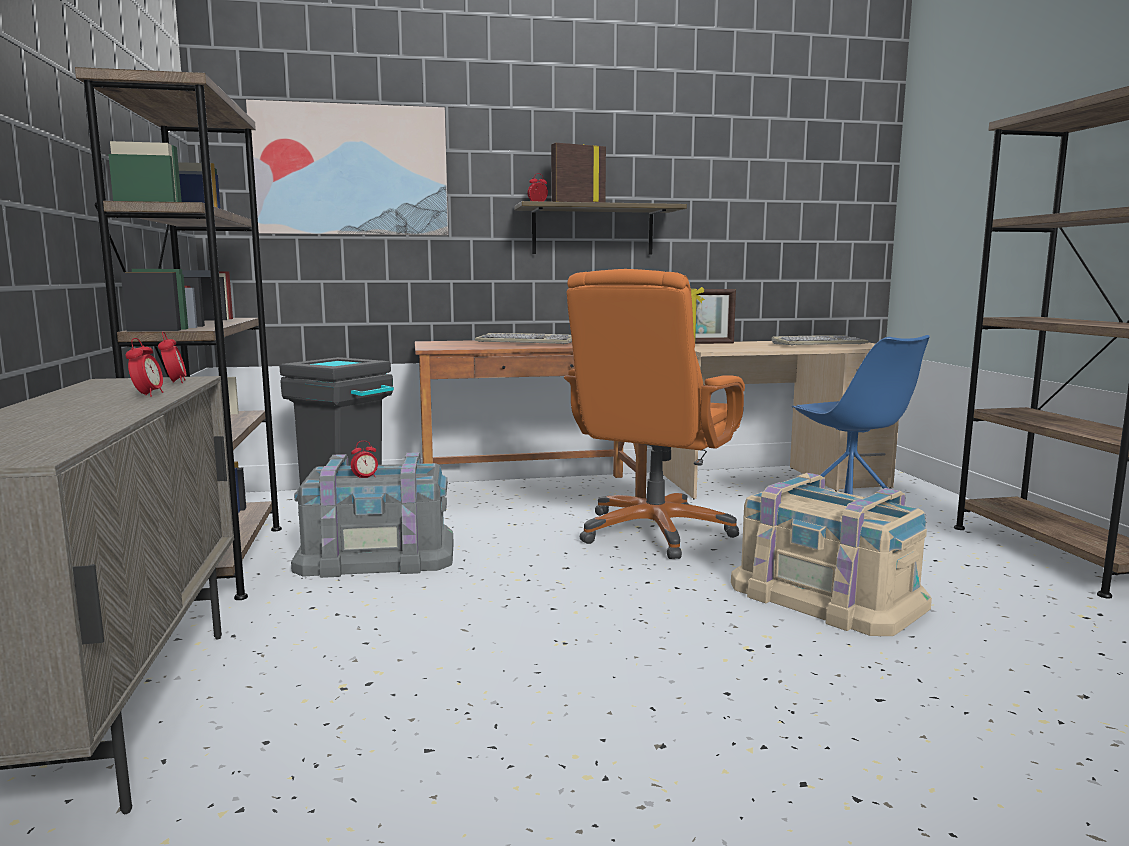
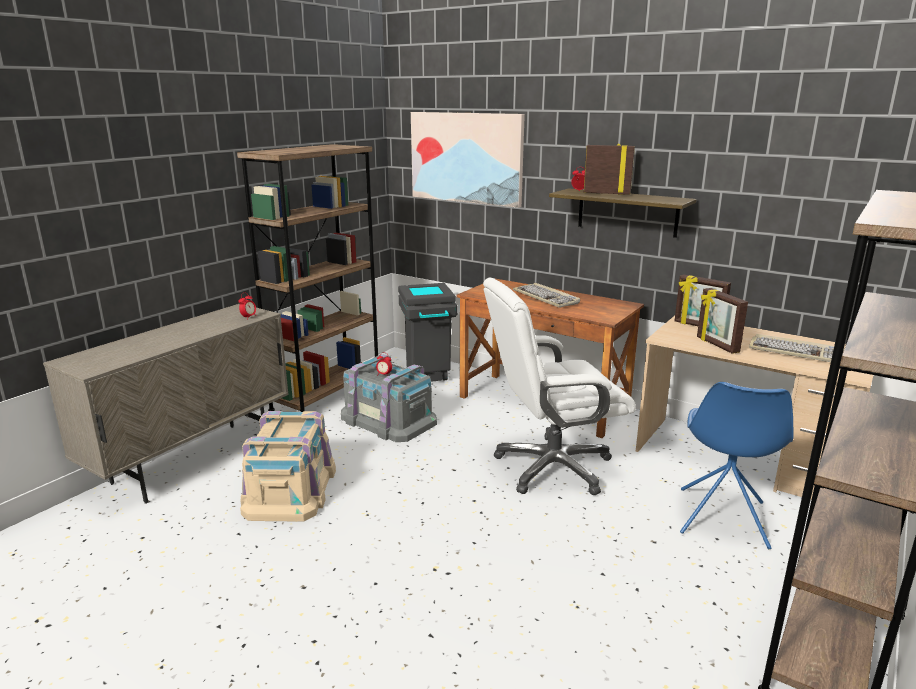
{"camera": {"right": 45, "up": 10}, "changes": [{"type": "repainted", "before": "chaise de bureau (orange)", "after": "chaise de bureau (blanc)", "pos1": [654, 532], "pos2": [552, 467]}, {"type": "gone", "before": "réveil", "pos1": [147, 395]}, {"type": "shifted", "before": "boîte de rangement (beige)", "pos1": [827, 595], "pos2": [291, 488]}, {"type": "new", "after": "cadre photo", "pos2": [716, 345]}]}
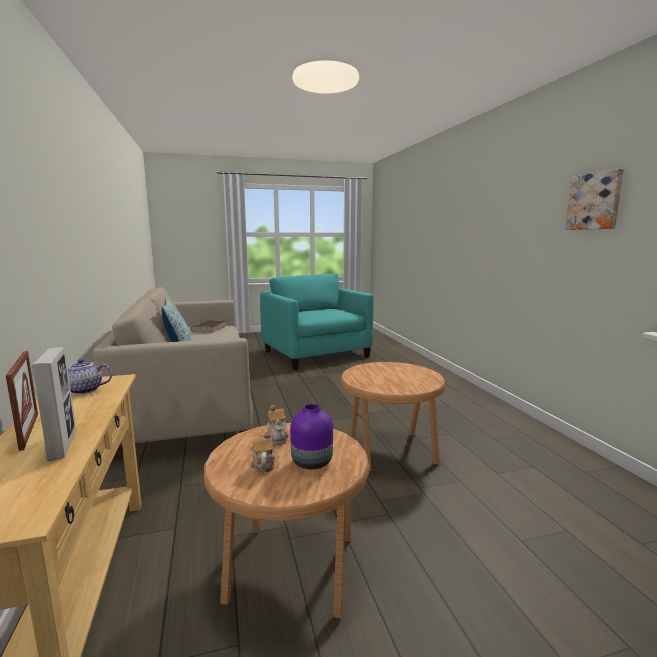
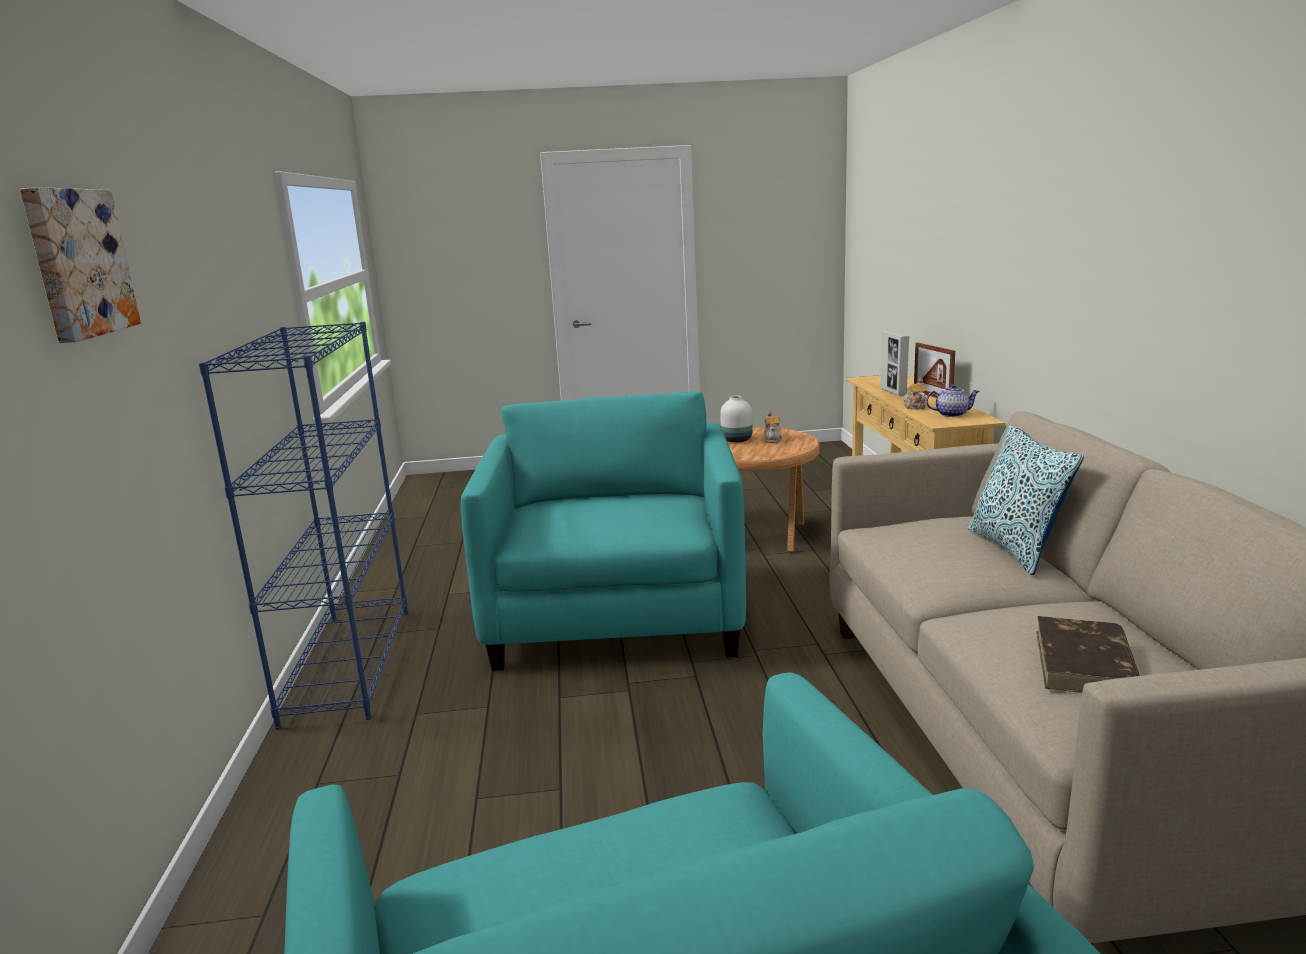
{"camera": {"right": -170, "up": 5}, "changes": [{"type": "shifted", "before": "tableau", "pos1": [595, 201], "pos2": [77, 263]}, {"type": "swapped", "before": "table d'appoint (marron)", "after": "fauteuil (turquoise)", "pos1": [389, 451], "pos2": [616, 617]}, {"type": "repainted", "before": "vase (violet)", "after": "vase (blanc)", "pos1": [311, 462], "pos2": [737, 440]}, {"type": "shifted", "before": "théière", "pos1": [277, 437], "pos2": [914, 406]}, {"type": "new", "after": "bibliothèque (bleu)", "pos2": [348, 663]}]}
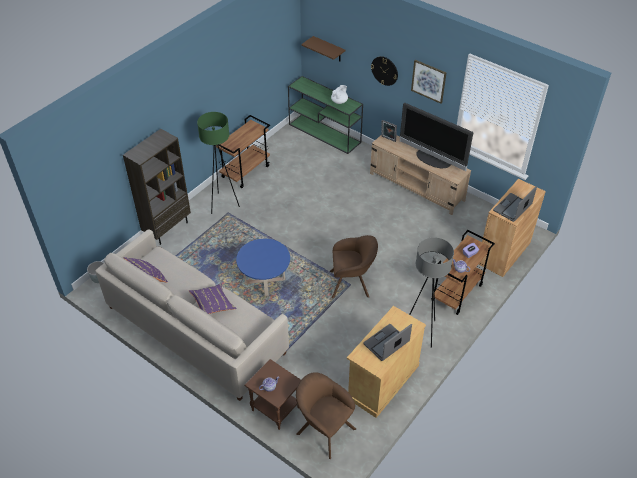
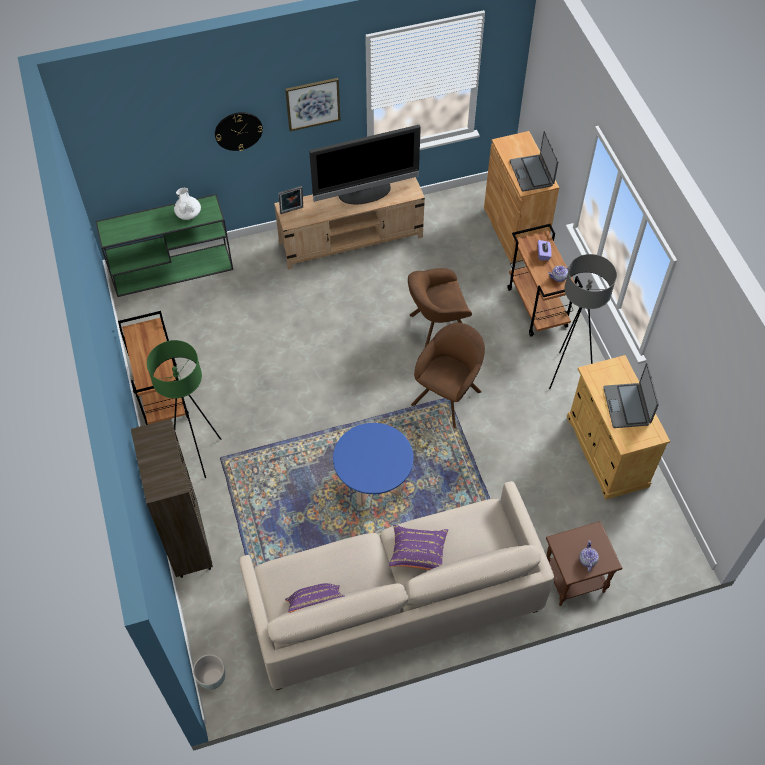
{"camera": {"right": -55, "up": 10}, "changes": [{"type": "gone", "before": "étagère (marron)", "pos1": [329, 49]}, {"type": "shifted", "before": "fauteuil (marron)", "pos1": [323, 429], "pos2": [436, 328]}]}
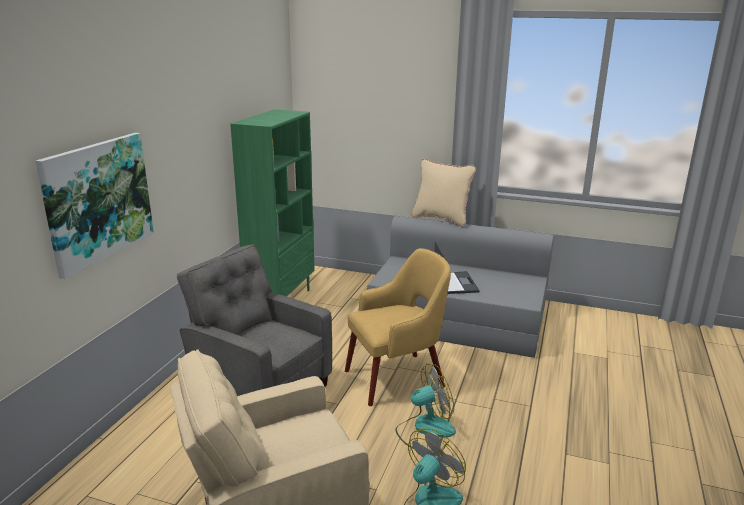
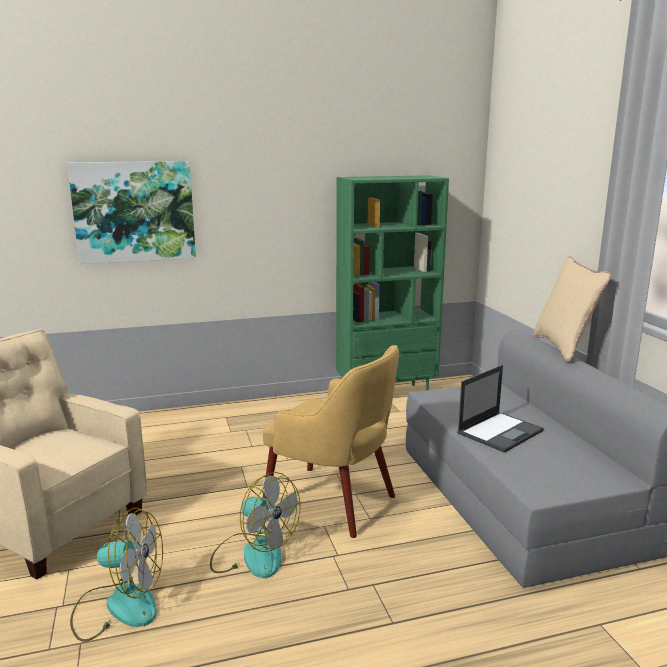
{"camera": {"right": 55, "up": -5}, "changes": [{"type": "gone", "before": "fauteuil (gris)", "pos1": [260, 389]}]}
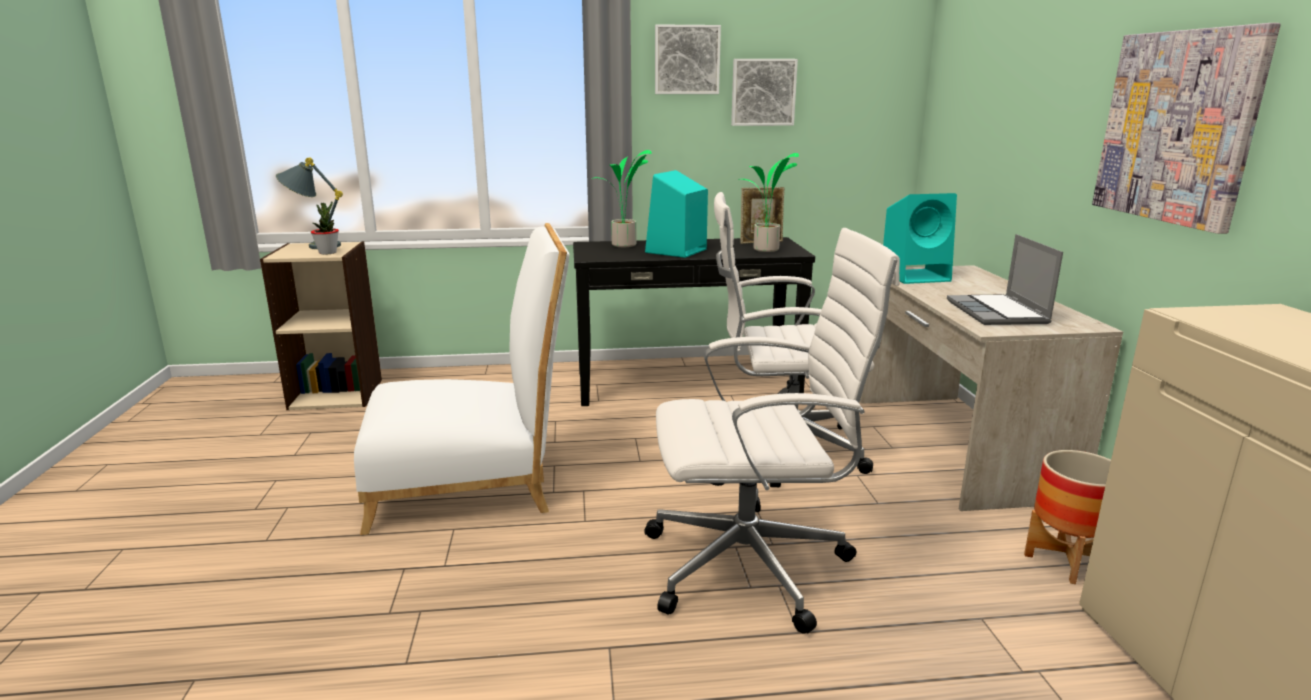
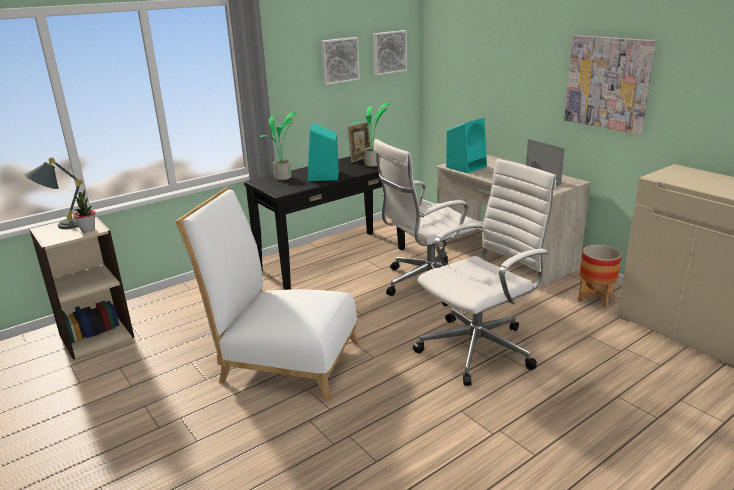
{"camera": {"right": -30, "up": 5}, "changes": [{"type": "shifted", "before": "tableau", "pos1": [686, 60], "pos2": [388, 52]}, {"type": "rotated", "before": "chaise (blanc)", "pos1": [473, 483], "pos2": [283, 360], "turn": -120}]}
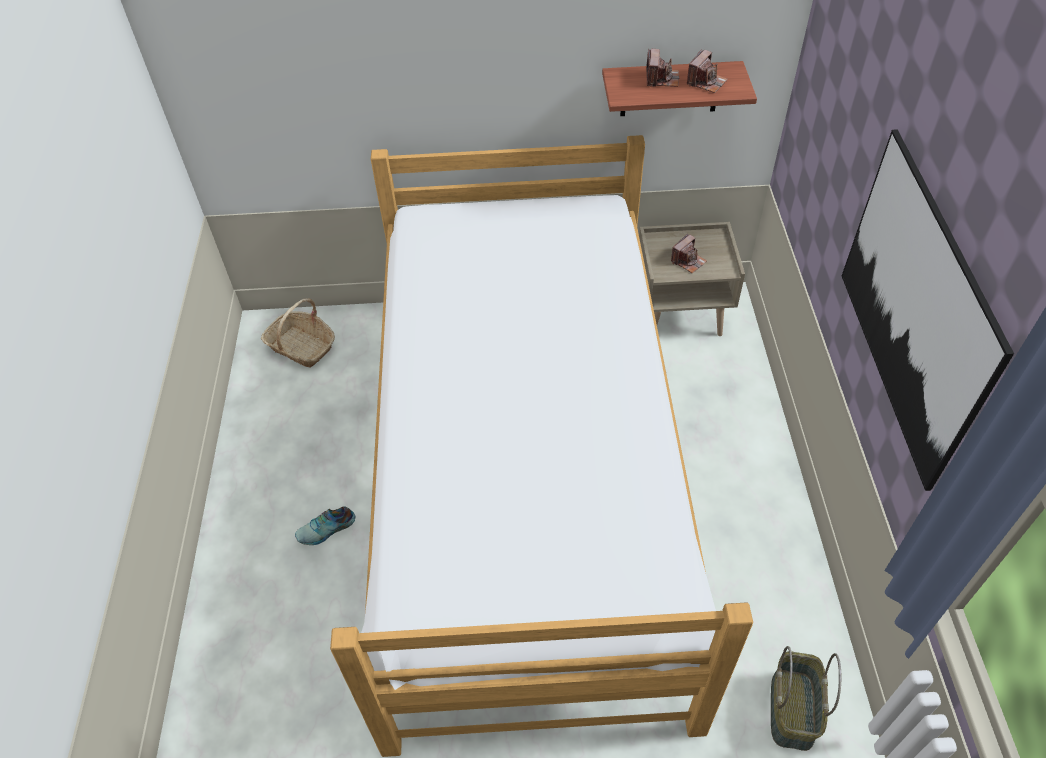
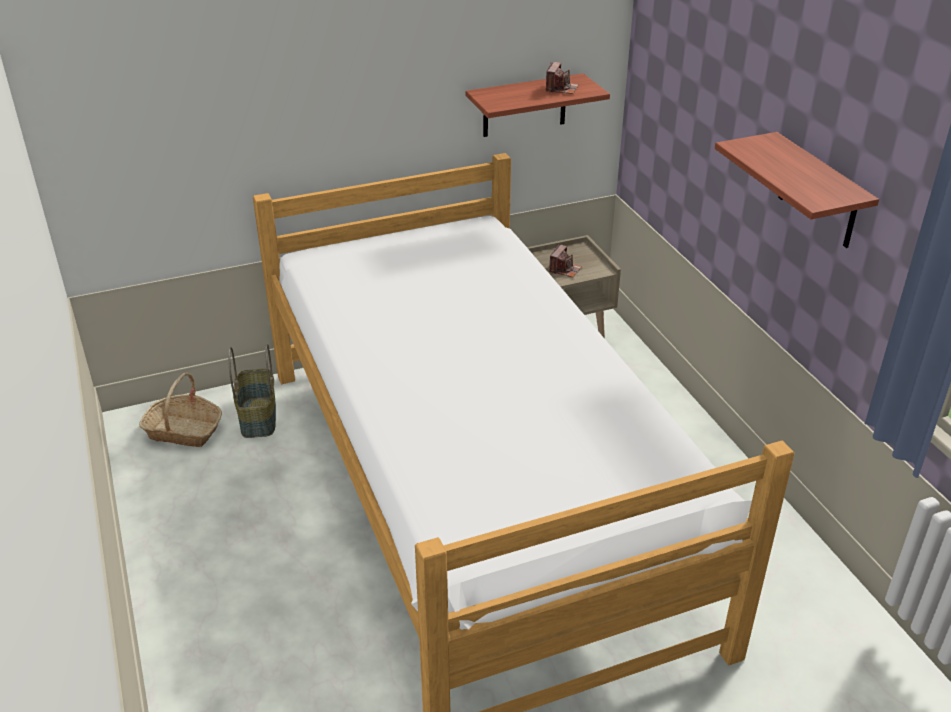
{"camera": {"right": -20, "up": -15}, "changes": [{"type": "gone", "before": "appareil photo", "pos1": [661, 79]}, {"type": "swapped", "before": "tableau", "after": "étagère", "pos1": [914, 307], "pos2": [818, 192]}, {"type": "gone", "before": "chaussure", "pos1": [327, 530]}, {"type": "shifted", "before": "panier", "pos1": [793, 710], "pos2": [259, 418]}]}
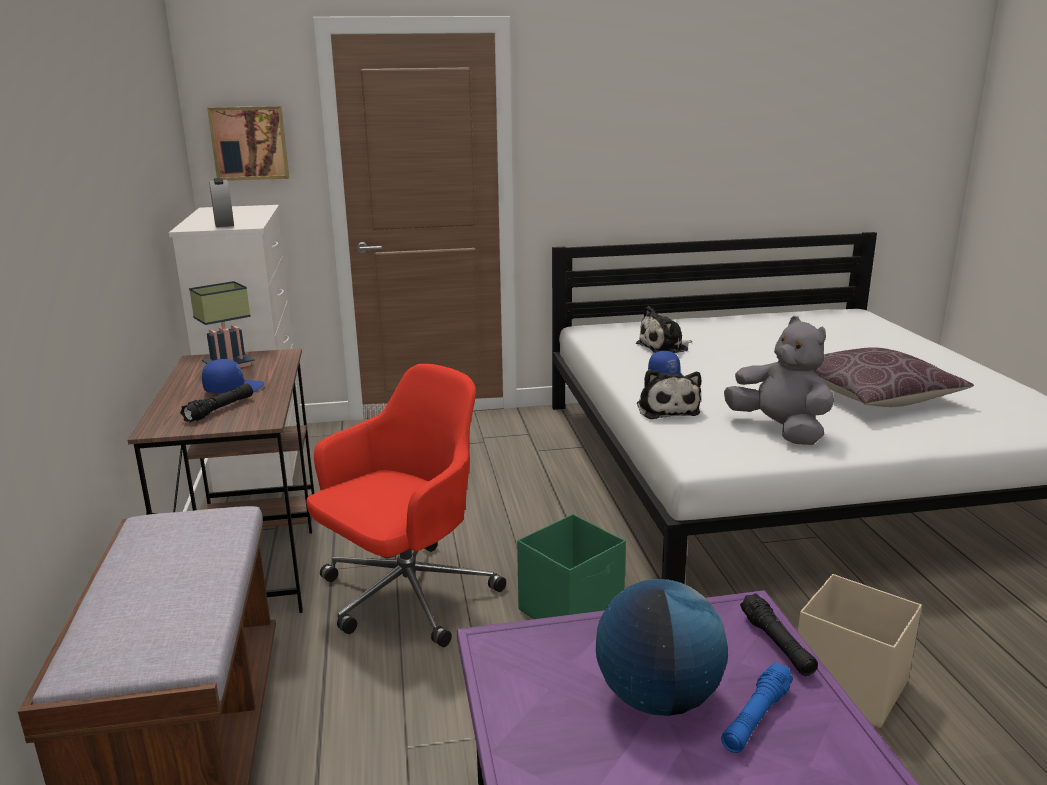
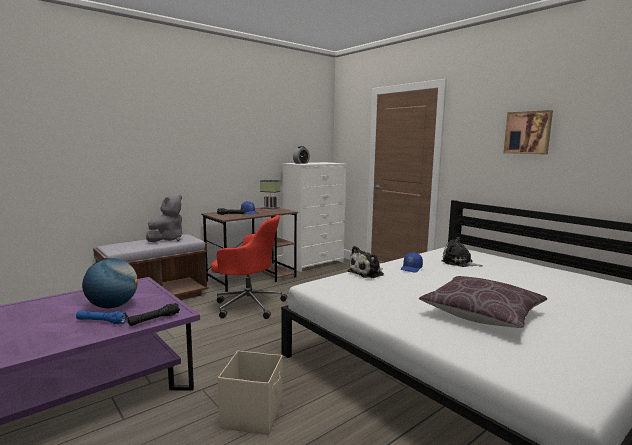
{"camera": {"right": 60, "up": -10}, "changes": [{"type": "shifted", "before": "tableau", "pos1": [249, 143], "pos2": [528, 132]}, {"type": "shifted", "before": "peluche (gris)", "pos1": [780, 430], "pos2": [168, 239]}, {"type": "gone", "before": "boîte de rangement (vert)", "pos1": [572, 610]}]}
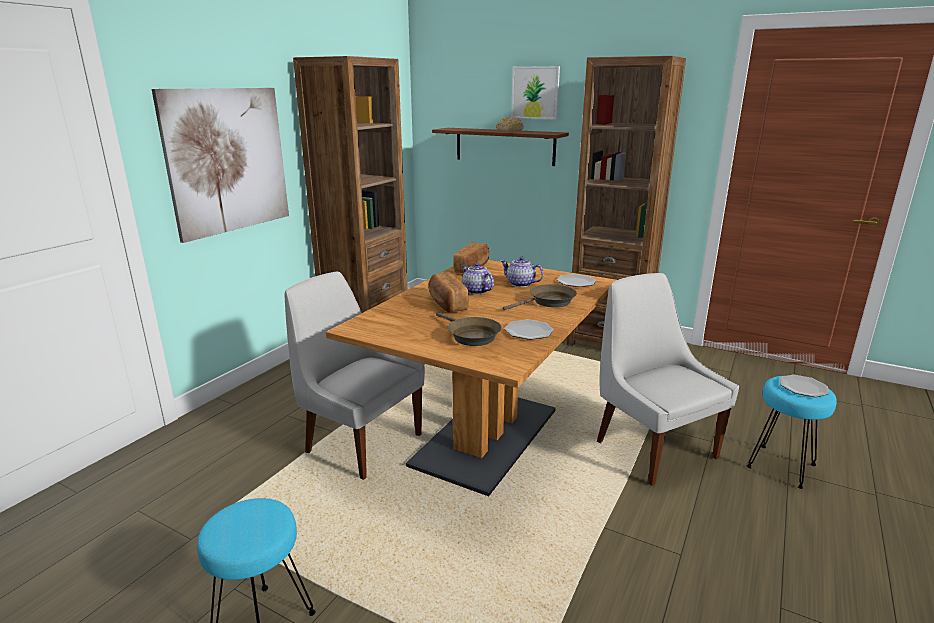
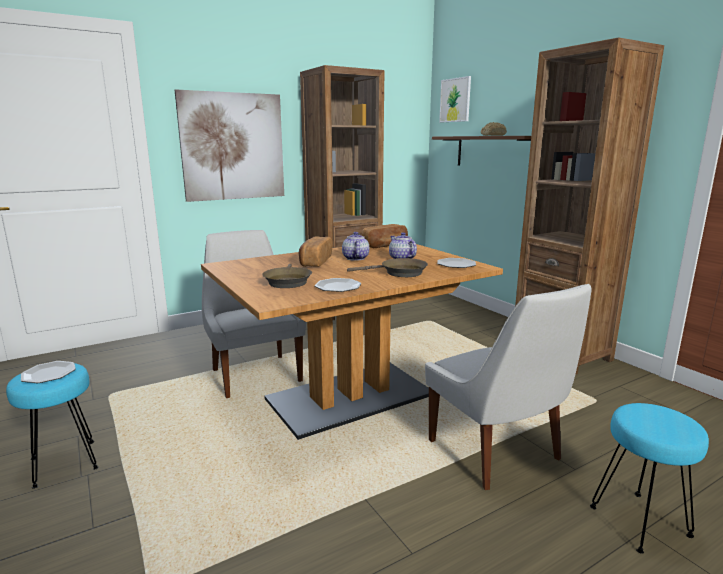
{"camera": {"right": 30, "up": -5}, "changes": [{"type": "shifted", "before": "tableau", "pos1": [535, 93], "pos2": [455, 100]}, {"type": "rotated", "before": "chaise (blanc)", "pos1": [652, 447], "pos2": [497, 453], "turn": 150}, {"type": "shifted", "before": "assiette", "pos1": [802, 387], "pos2": [48, 374]}]}
